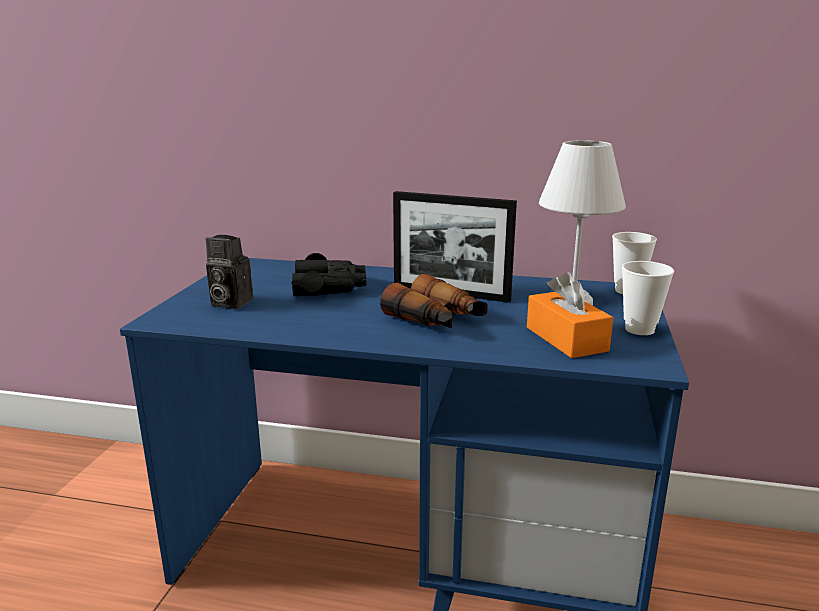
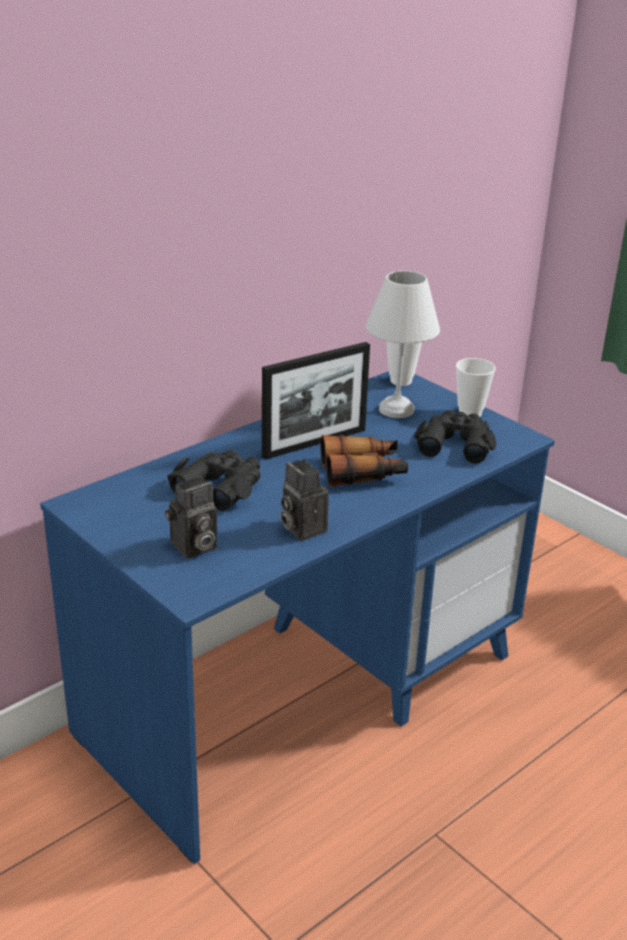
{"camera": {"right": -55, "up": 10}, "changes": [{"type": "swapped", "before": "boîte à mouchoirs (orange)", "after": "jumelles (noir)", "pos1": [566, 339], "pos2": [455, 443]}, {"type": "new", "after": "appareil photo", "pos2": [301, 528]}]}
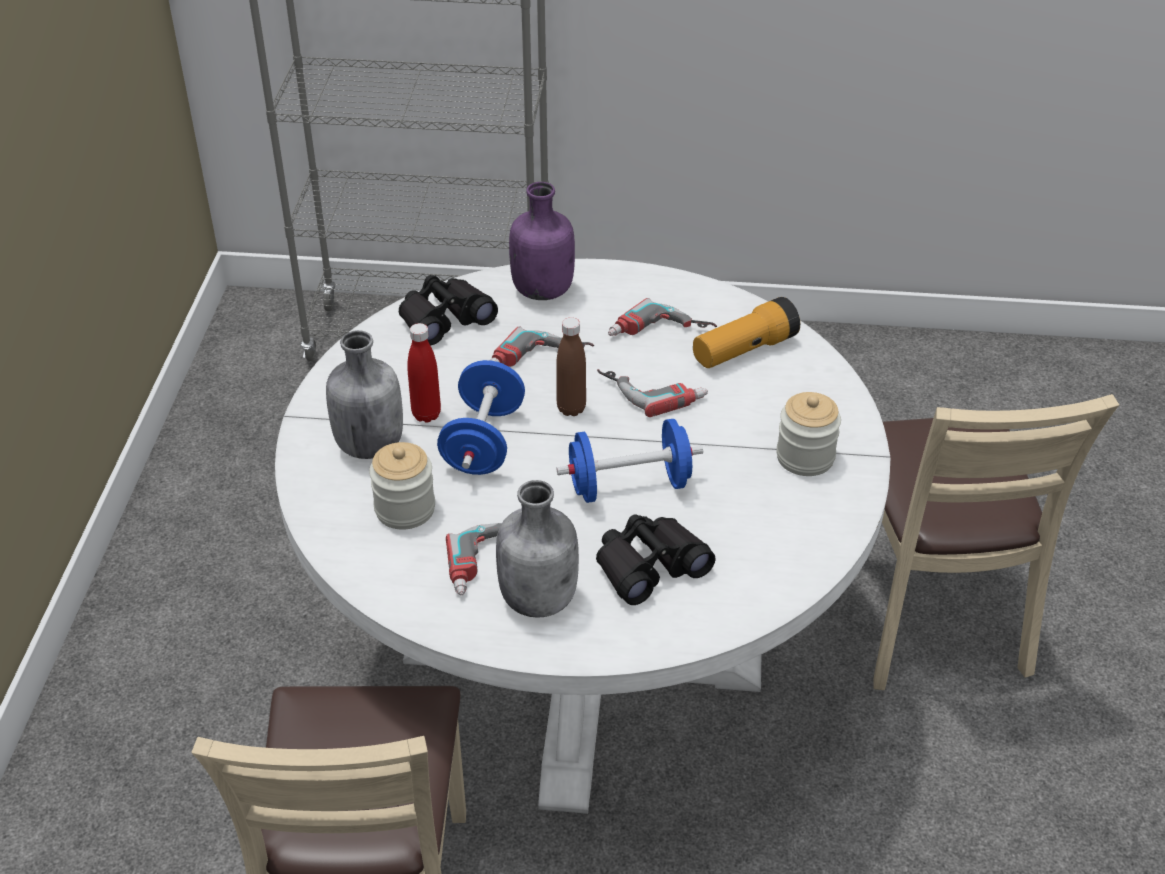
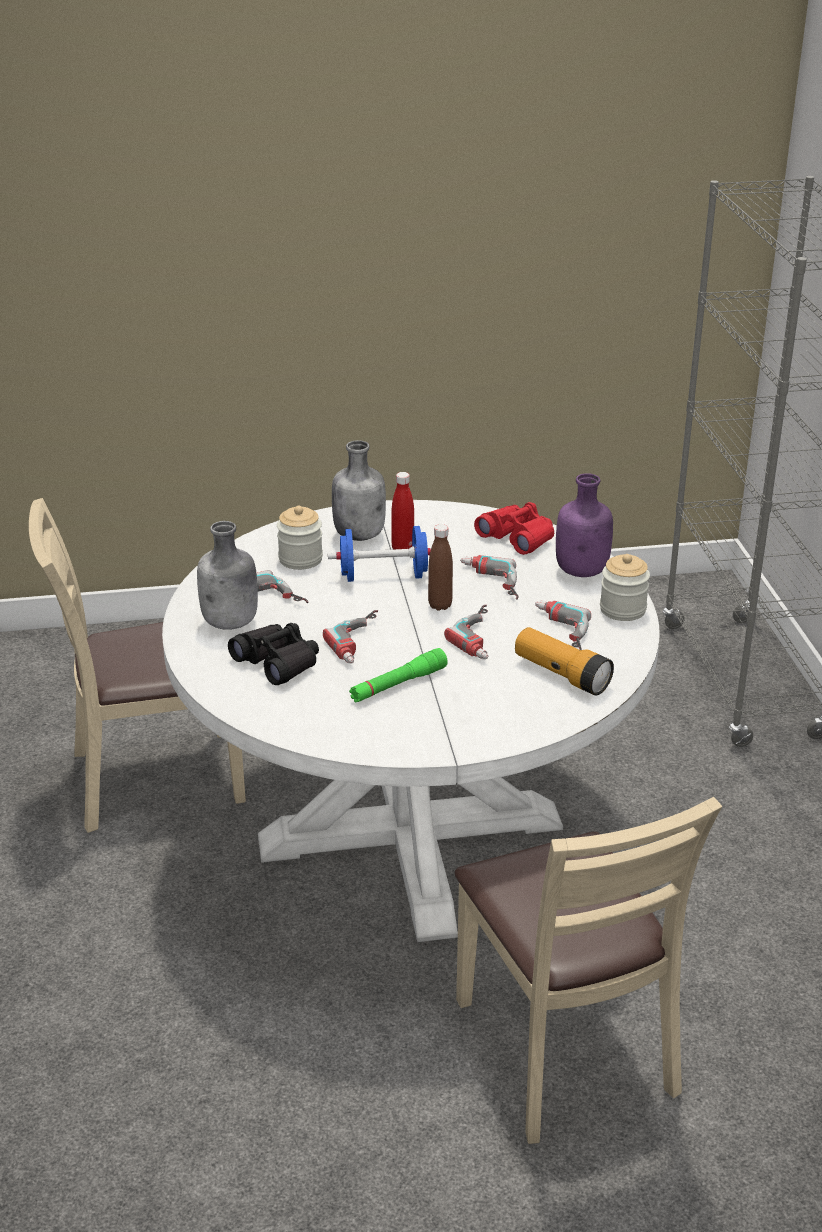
{"camera": {"right": 75, "up": -10}, "changes": [{"type": "repainted", "before": "jumelles (noir)", "after": "jumelles (rouge)", "pos1": [444, 319], "pos2": [518, 537]}, {"type": "shifted", "before": "bocal", "pos1": [805, 457], "pos2": [622, 609]}, {"type": "rotated", "before": "chaise (beige)", "pos1": [928, 613], "pos2": [563, 1050], "turn": -90}, {"type": "swapped", "before": "haltère (bleu)", "after": "perceuse", "pos1": [629, 485], "pos2": [362, 642]}, {"type": "new", "after": "lampe de poche (vert)", "pos2": [398, 684]}]}
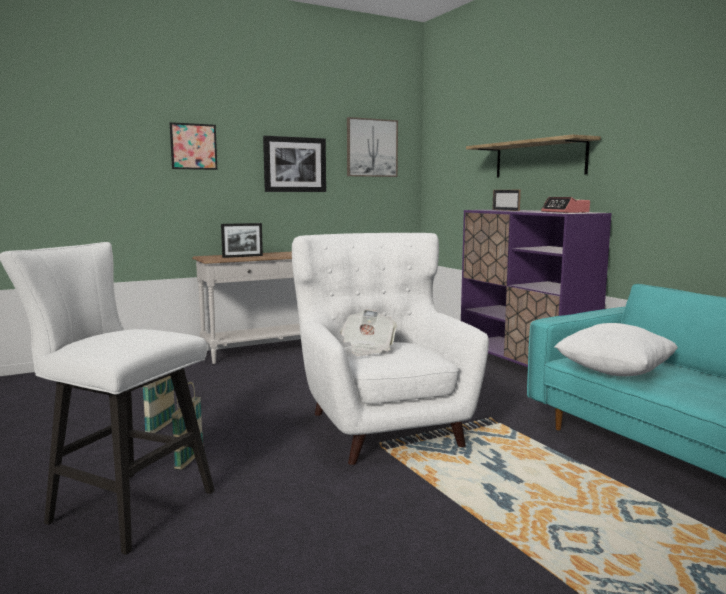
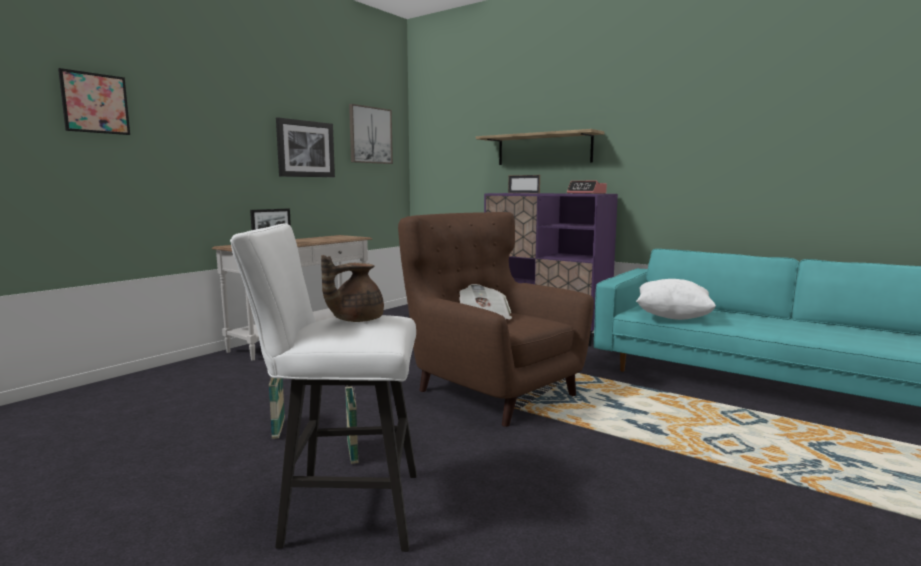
{"camera": {"right": -25, "up": 0}, "changes": [{"type": "shifted", "before": "tableau", "pos1": [193, 146], "pos2": [95, 103]}, {"type": "repainted", "before": "fauteuil (blanc)", "after": "fauteuil (marron)", "pos1": [382, 426], "pos2": [492, 391]}, {"type": "new", "after": "théière (marron)", "pos2": [355, 320]}]}
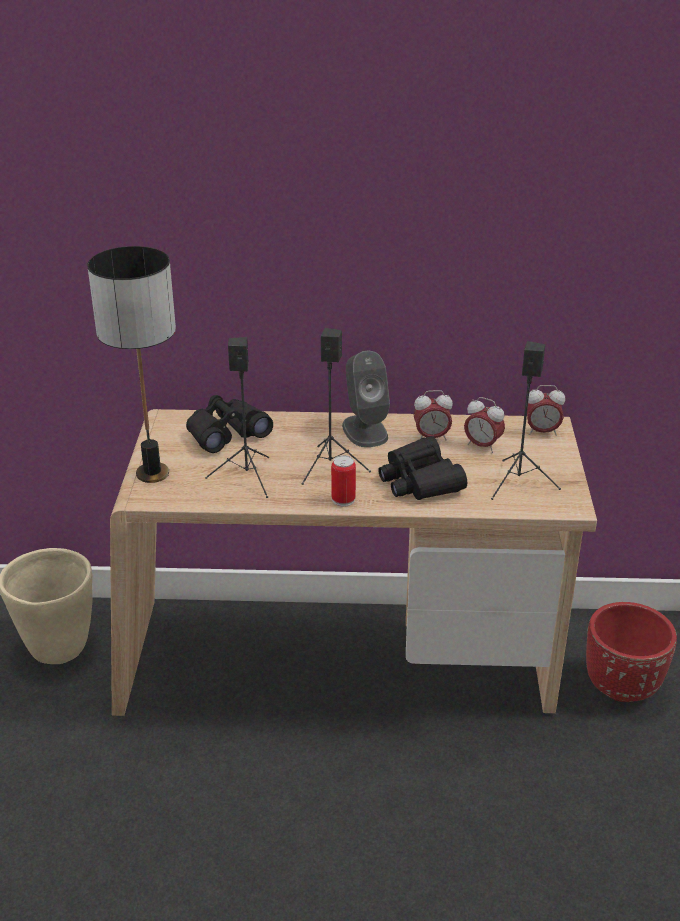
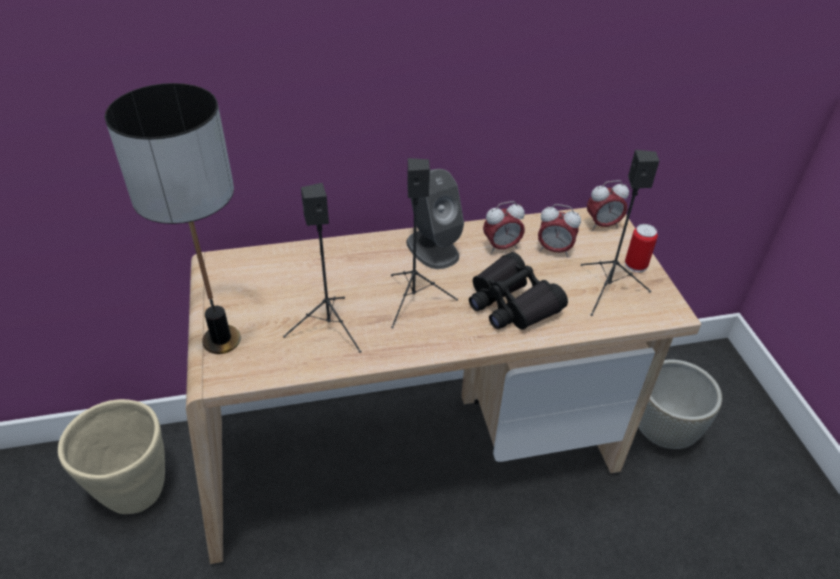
{"camera": {"right": -15, "up": 10}, "changes": [{"type": "gone", "before": "jumelles (noir)", "pos1": [226, 433]}, {"type": "shifted", "before": "boîte métallique", "pos1": [343, 500], "pos2": [635, 265]}, {"type": "repainted", "before": "cache-pot (rouge)", "after": "cache-pot (gris)", "pos1": [621, 688], "pos2": [663, 432]}]}
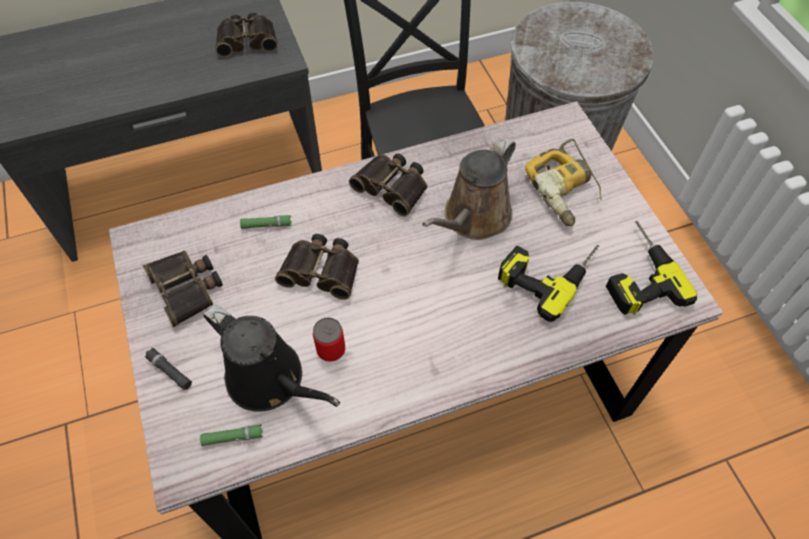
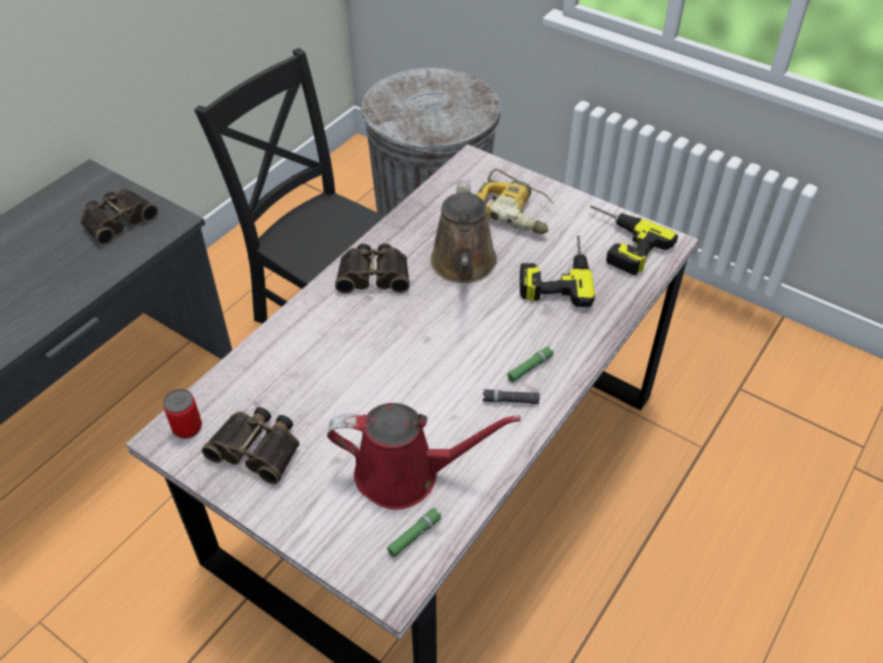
{"camera": {"right": -35, "up": -10}, "changes": [{"type": "shifted", "before": "lampe de poche (vert)", "pos1": [266, 225], "pos2": [529, 368]}, {"type": "gone", "before": "jumelles", "pos1": [322, 270]}, {"type": "repainted", "before": "arrosoir (noir)", "after": "arrosoir (rouge)", "pos1": [270, 380], "pos2": [406, 474]}, {"type": "shifted", "before": "boîte métallique", "pos1": [331, 350], "pos2": [187, 427]}, {"type": "shifted", "before": "lampe de poche (noir)", "pos1": [169, 371], "pos2": [510, 400]}]}
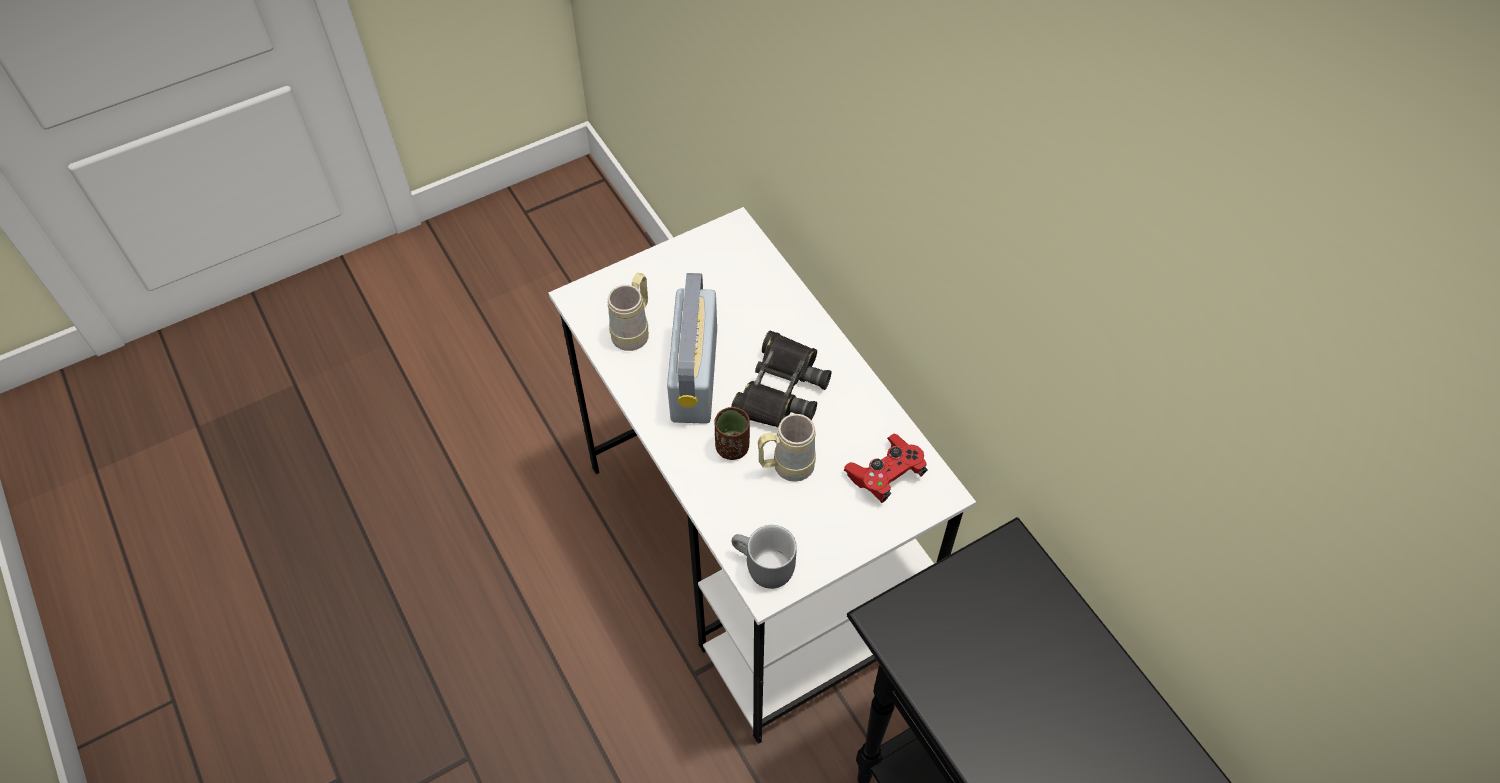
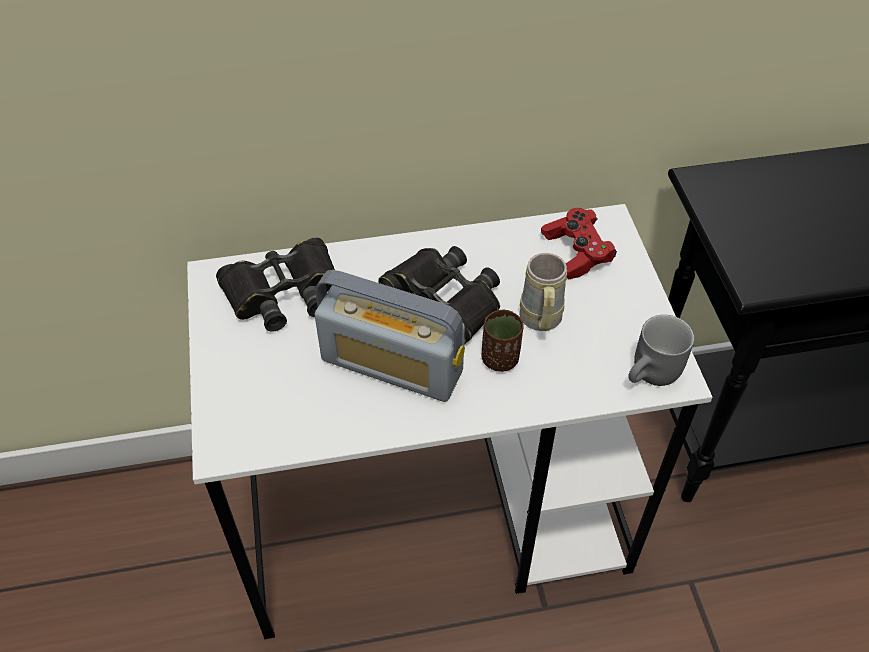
{"camera": {"right": -70, "up": -5}, "changes": [{"type": "gone", "before": "mug (beige)", "pos1": [634, 330]}, {"type": "new", "after": "jumelles (noir)", "pos2": [283, 292]}]}
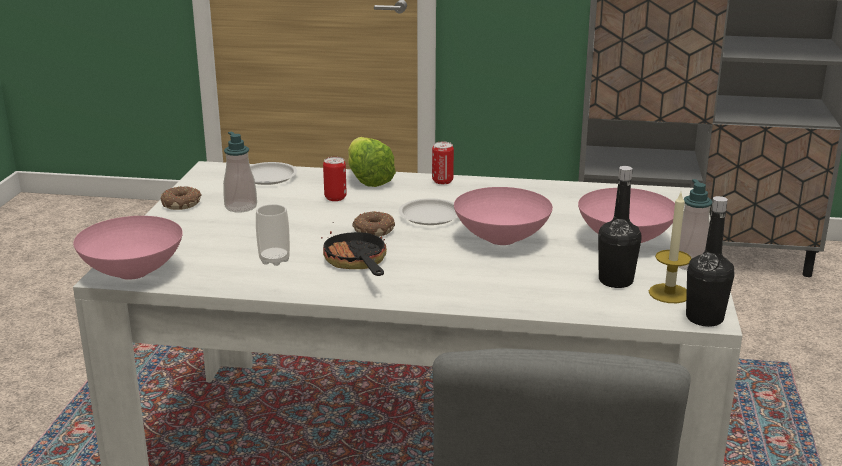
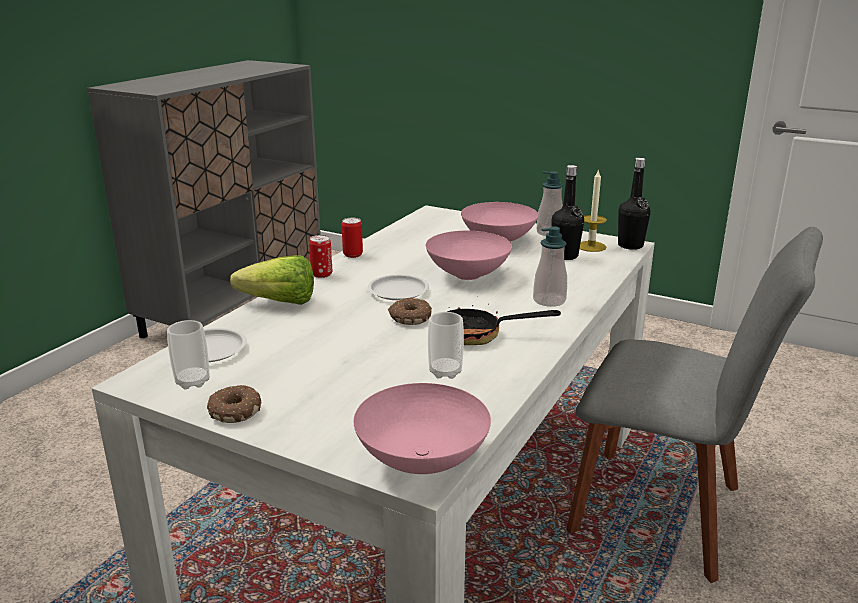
{"camera": {"right": -70, "up": 0}, "changes": [{"type": "shifted", "before": "distributeur de savon", "pos1": [241, 207], "pos2": [549, 300]}, {"type": "shifted", "before": "boîte métallique", "pos1": [335, 198], "pos2": [353, 255]}, {"type": "new", "after": "tasse", "pos2": [192, 382]}]}
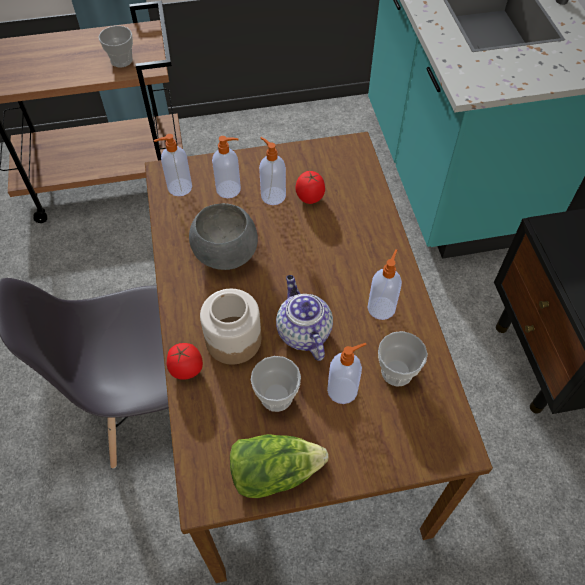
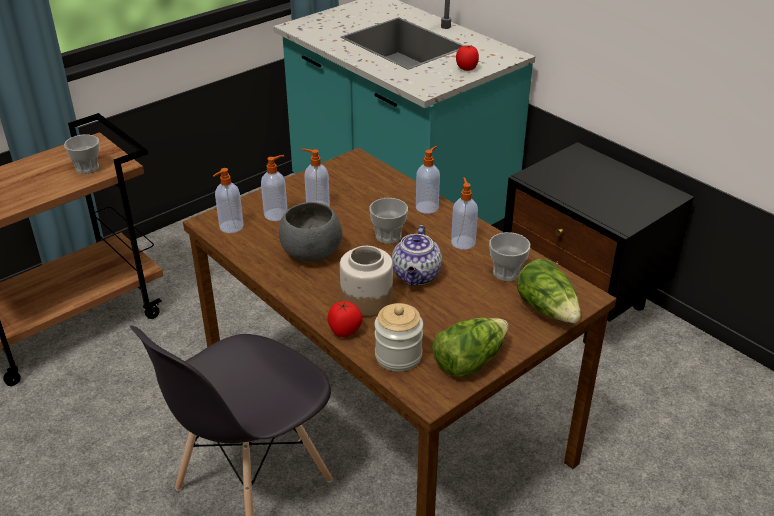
{"camera": {"right": -30, "up": -20}, "changes": [{"type": "shifted", "before": "tomate", "pos1": [310, 197], "pos2": [466, 69]}, {"type": "rotated", "before": "théière", "pos1": [302, 332], "pos2": [417, 276], "turn": -120}, {"type": "shifted", "before": "distributeur de savon", "pos1": [343, 390], "pos2": [427, 207]}, {"type": "shifted", "before": "tasse", "pos1": [276, 396], "pos2": [388, 236]}, {"type": "new", "after": "laitue", "pos2": [548, 310]}, {"type": "new", "after": "bocal", "pos2": [398, 356]}]}
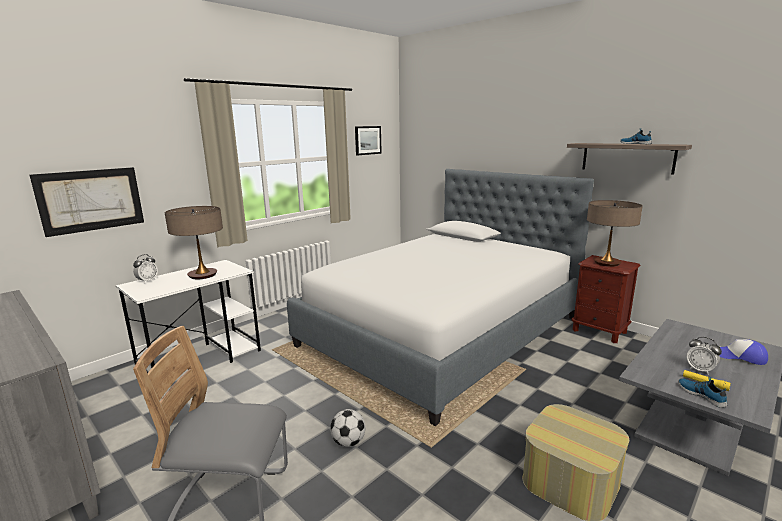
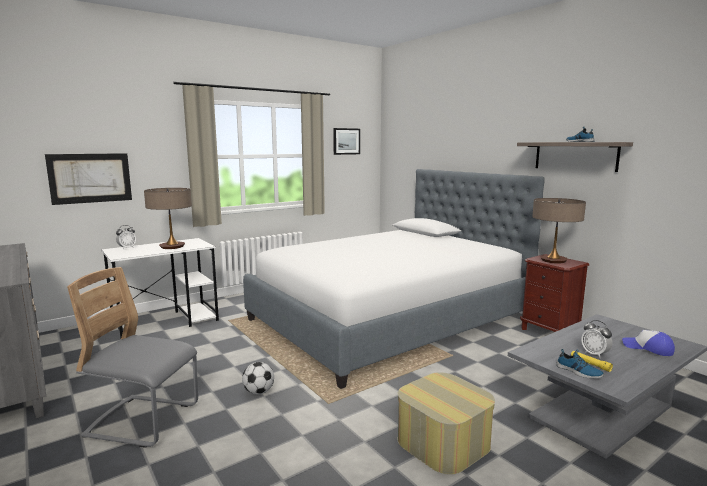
{"camera": {"right": 10, "up": -5}, "changes": [{"type": "rotated", "before": "chaussure", "pos1": [701, 395], "pos2": [578, 372], "turn": 150}]}
